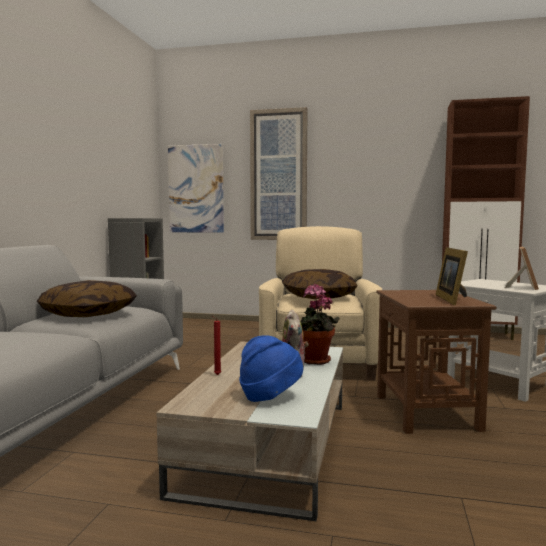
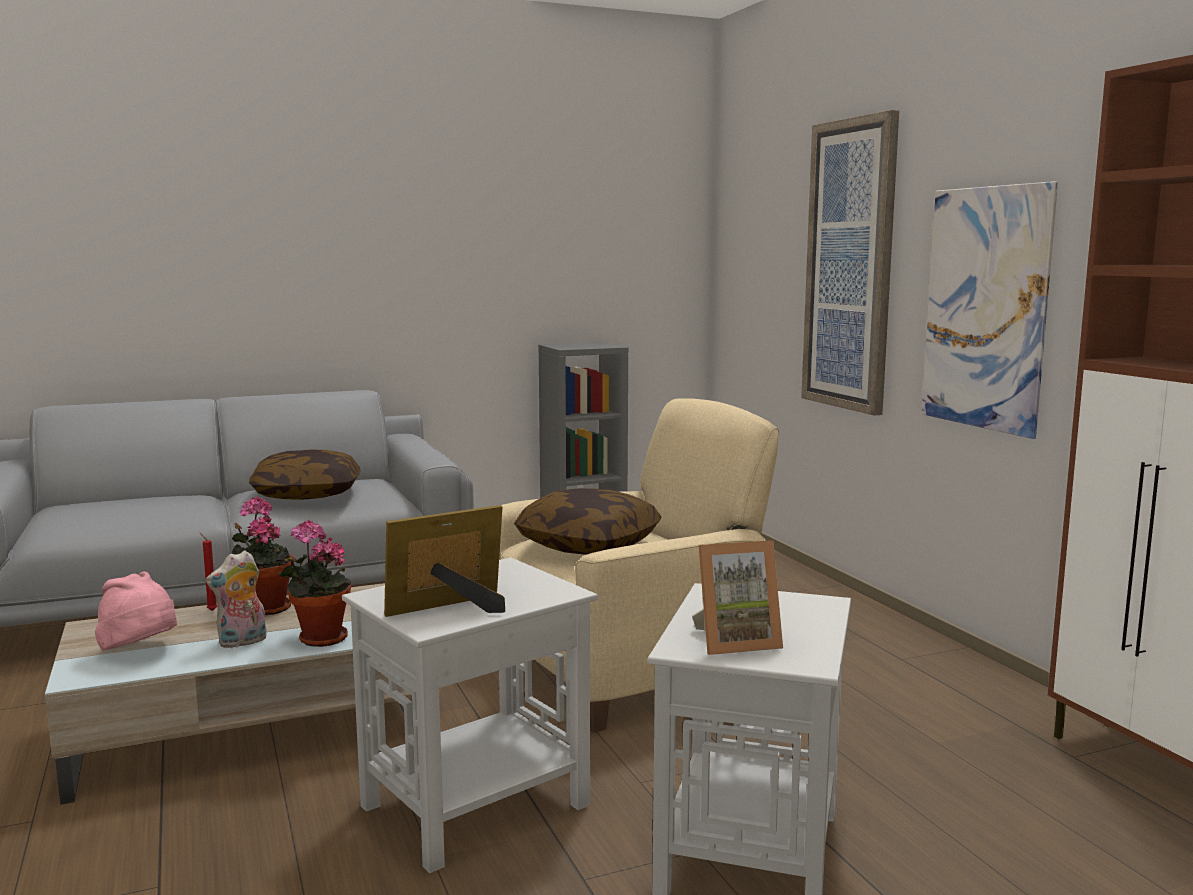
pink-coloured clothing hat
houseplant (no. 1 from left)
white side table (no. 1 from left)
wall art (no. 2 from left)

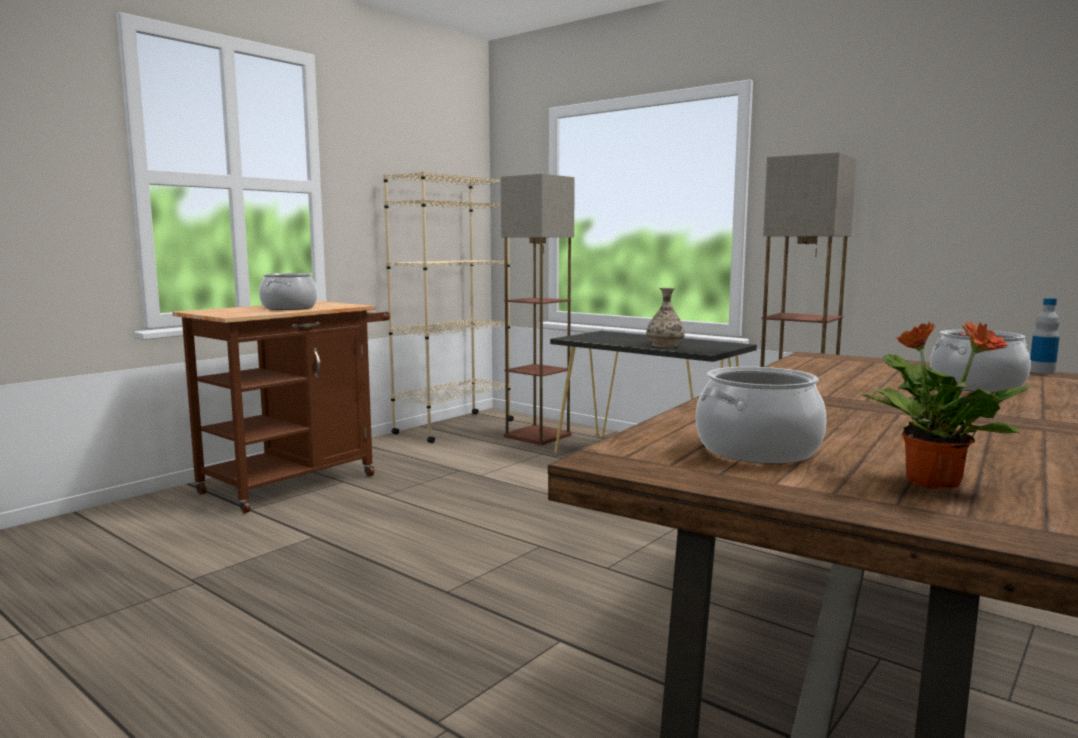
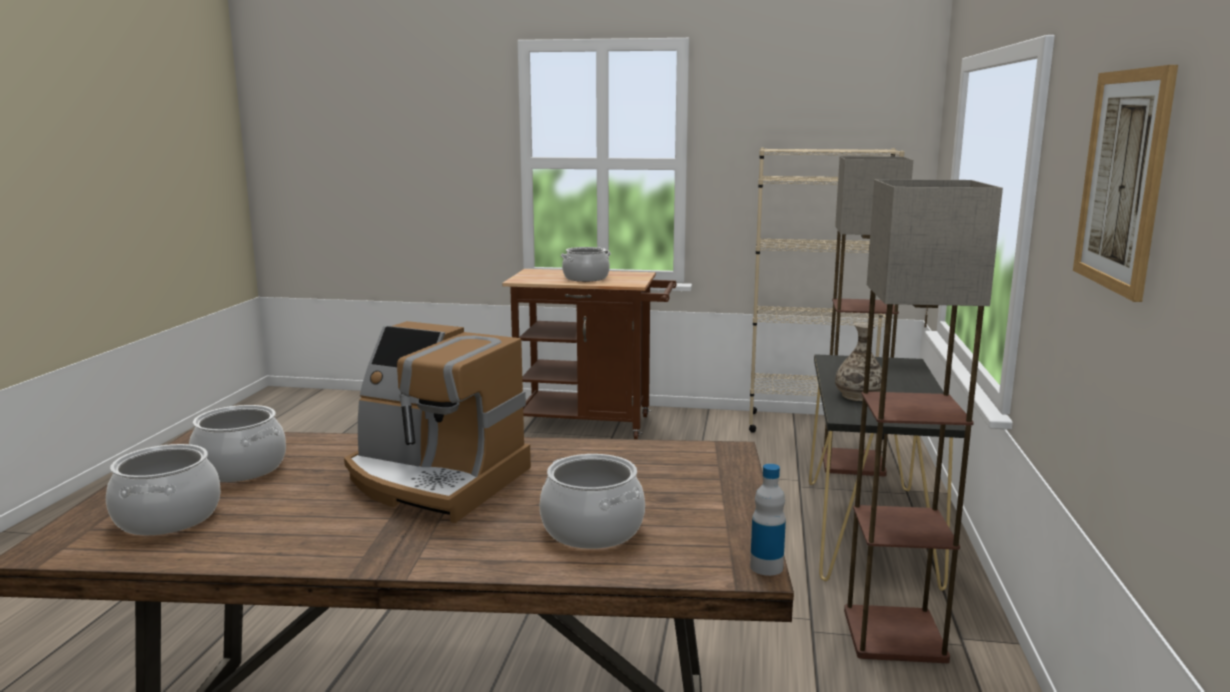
stockpot (no. 1 from left)
coffee machine
wall art

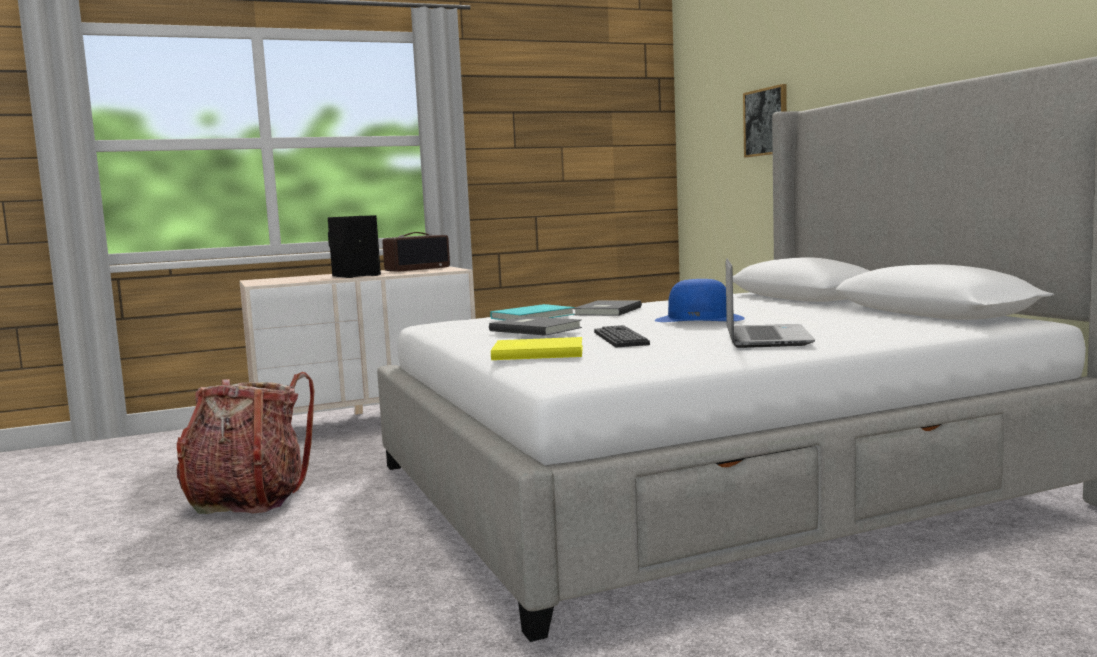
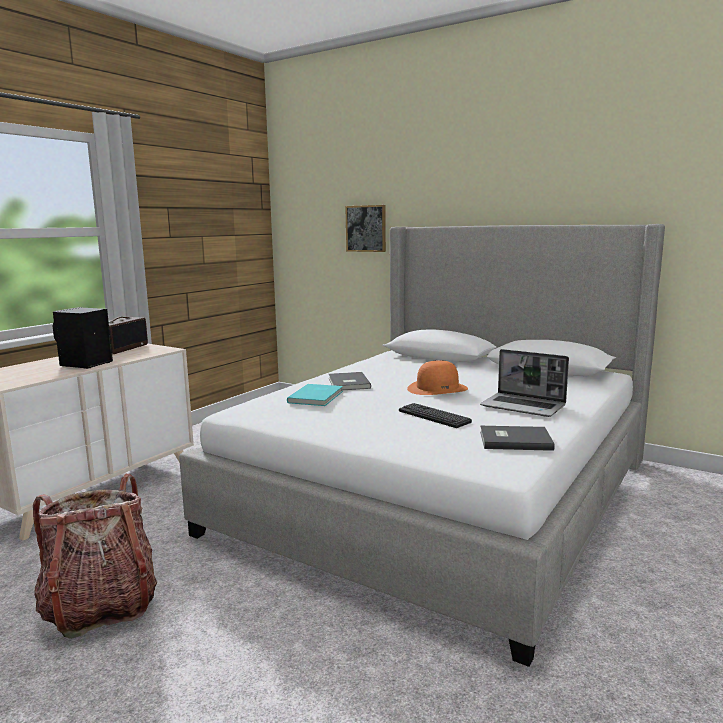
orange clothing hat
portable computer
greyish book (no. 2 from left)
yellow book

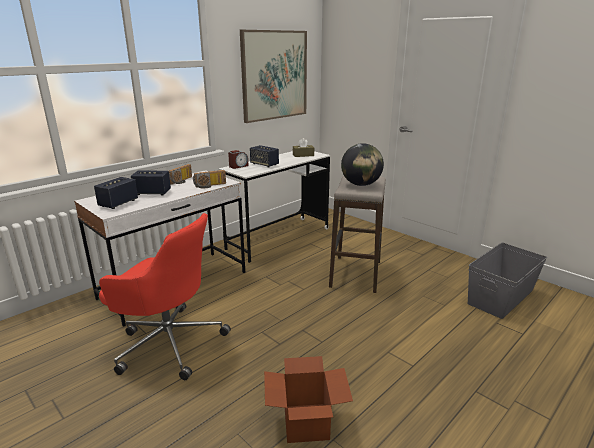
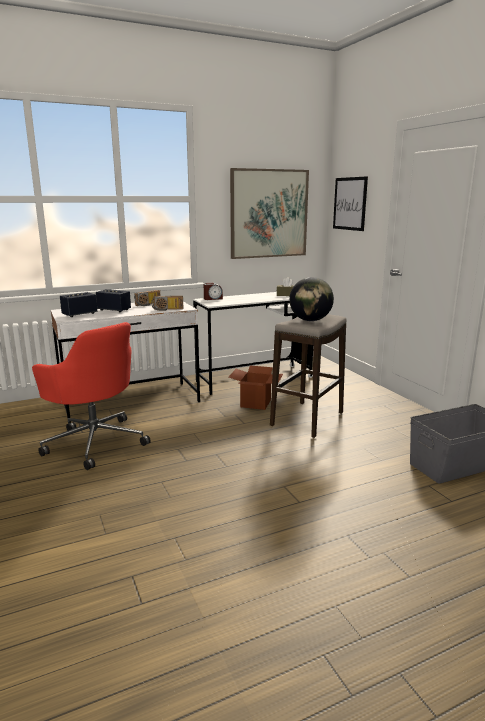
carton
wall art (no. 2 from left)
audio speaker (no. 3 from left in the first image)

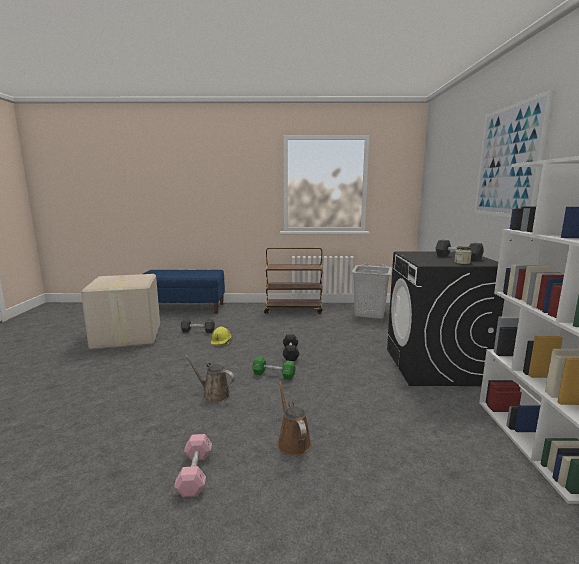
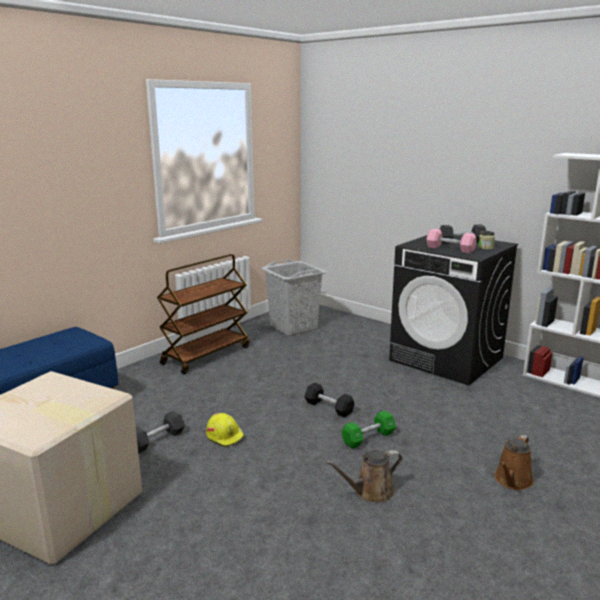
pink-coloured free weight
brown-coloured watering can (no. 2 from left)
wall art

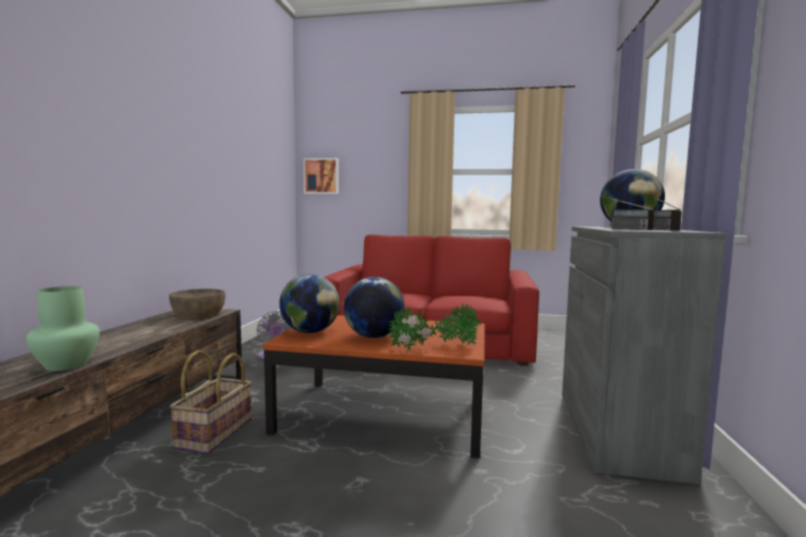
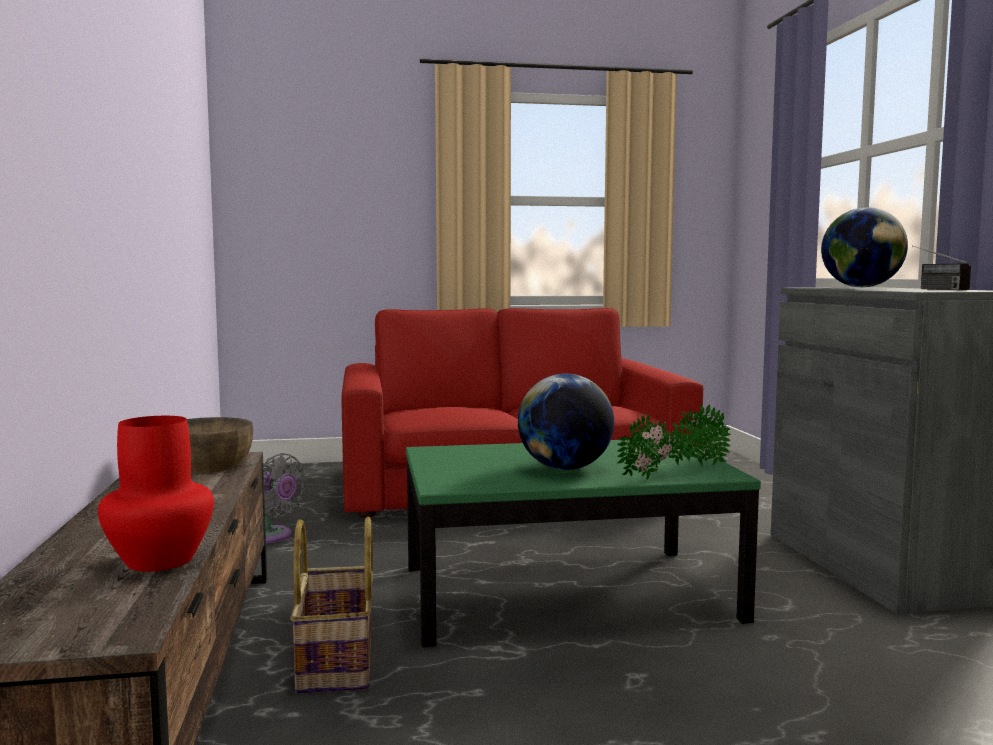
reddish flower vase
green lounge table
globe (no. 1 from left in the first image)
wall art
radio receiver (no. 1 from left in the first image)

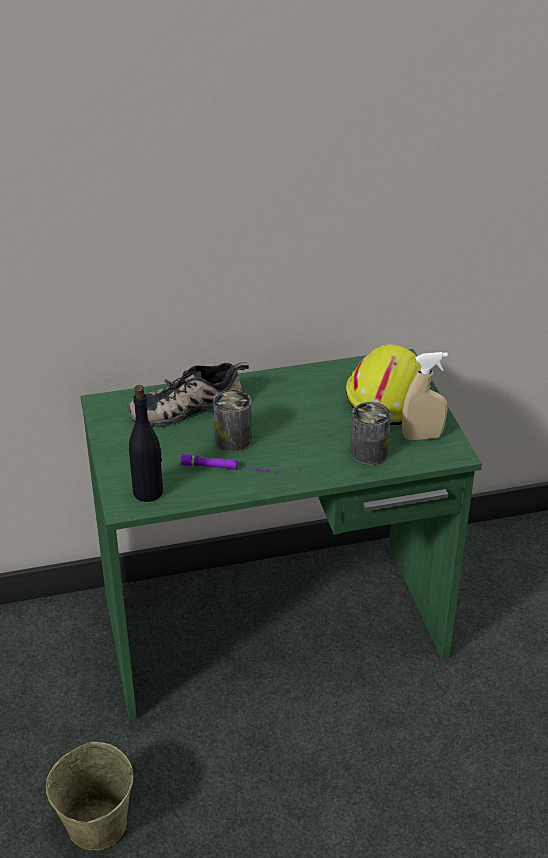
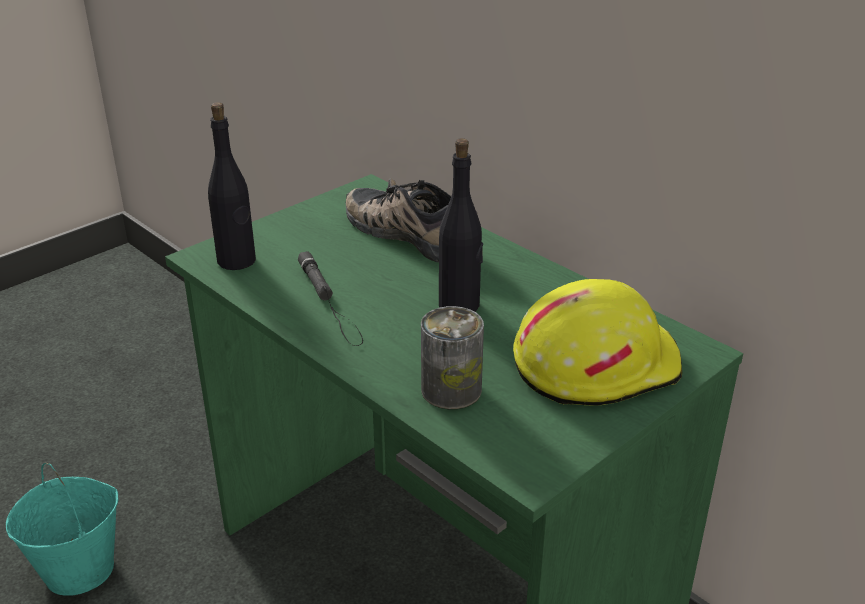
blue-green bucket
black-coloured torch
black-coloured beverage bottle (no. 2 from left)
can (no. 1 from left in the first image)
sand-coloured sprayer

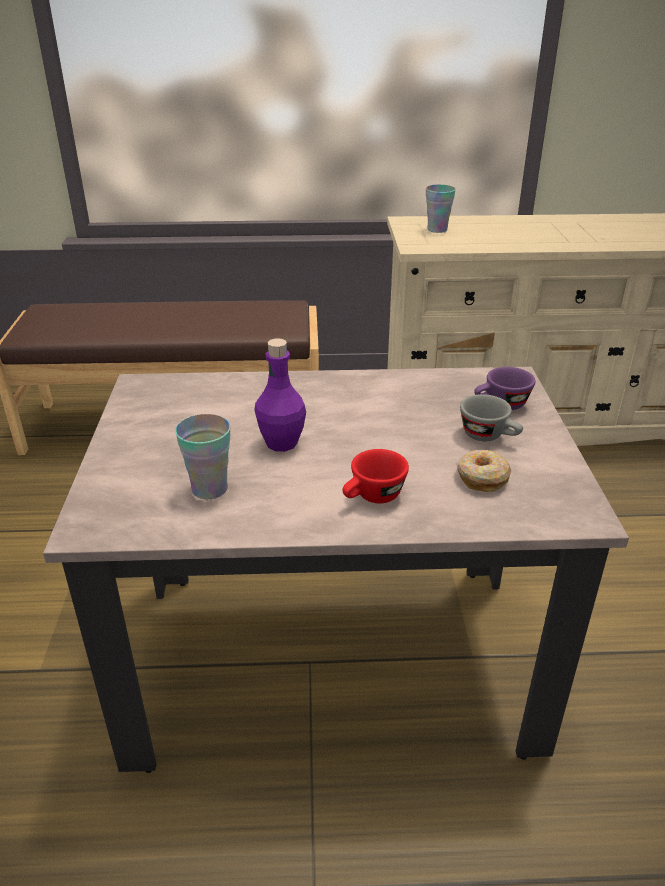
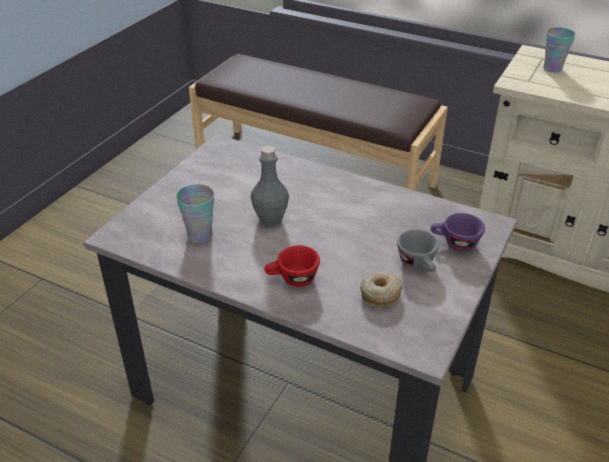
greyish beverage bottle

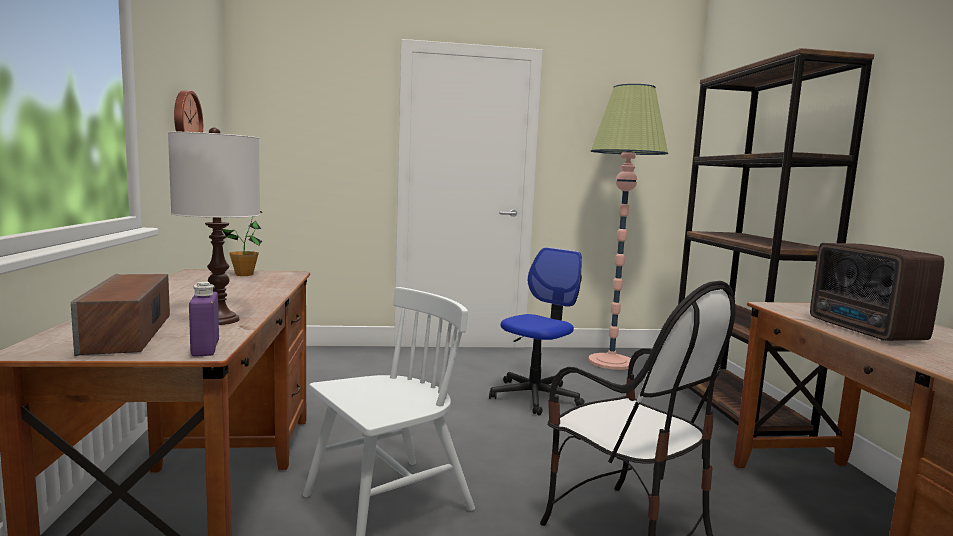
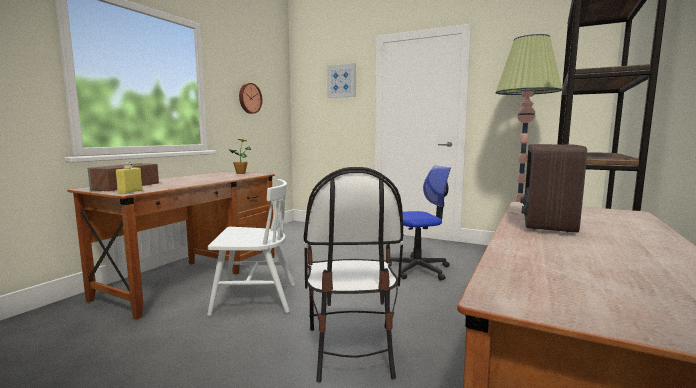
yellow beverage bottle
wall art
white table lamp

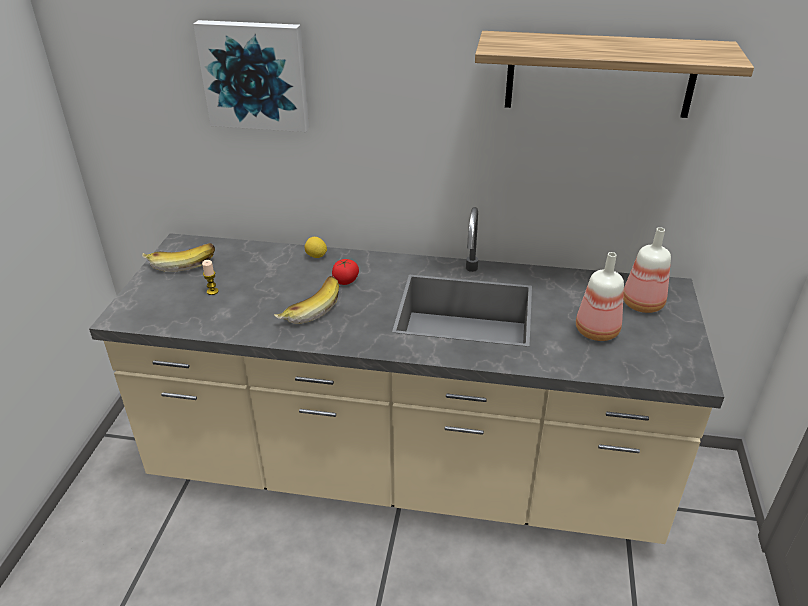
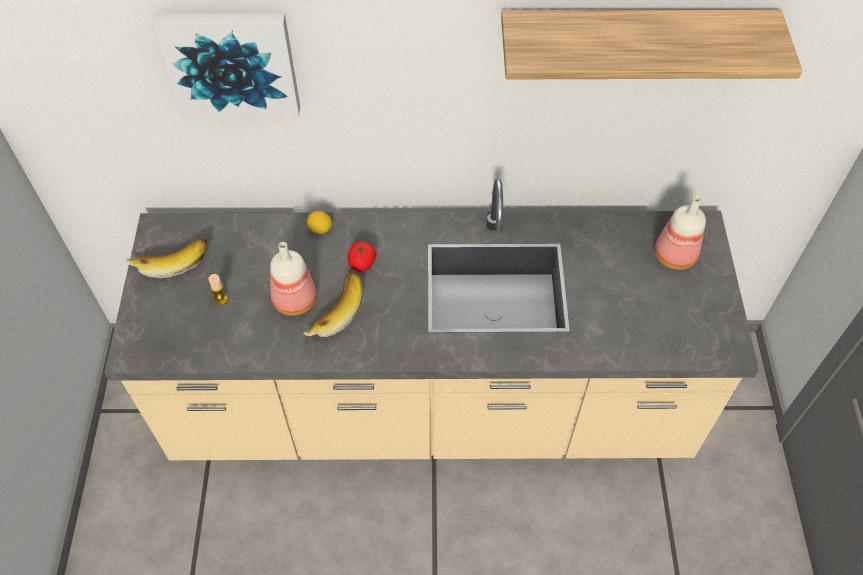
beverage bottle (no. 1 from left)

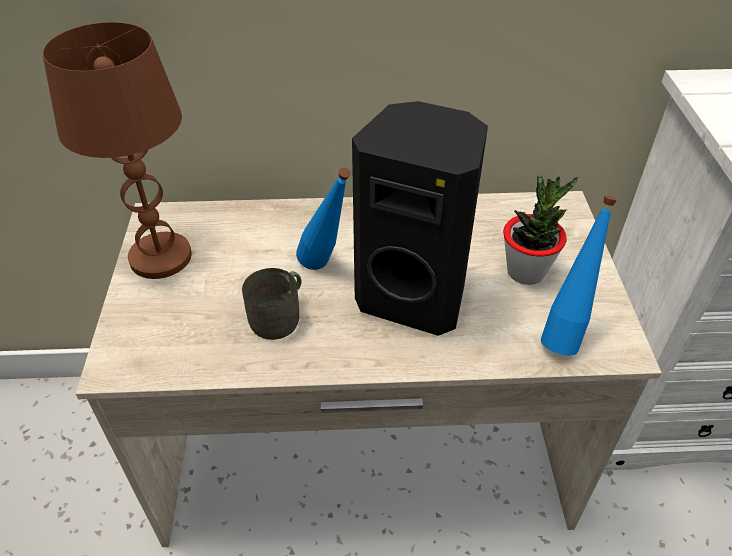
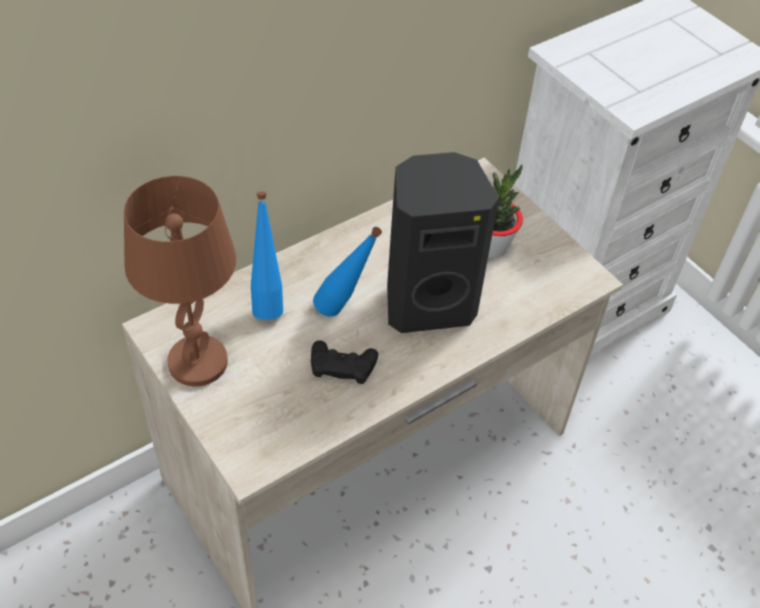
blue-coloured beverage bottle (no. 1 from left)
black-coloured game controller

